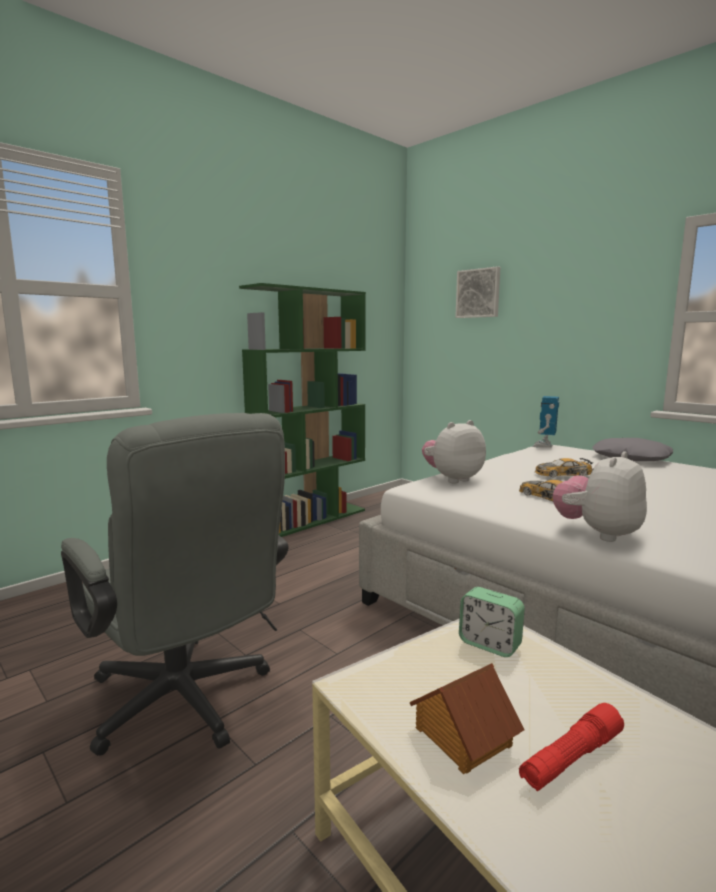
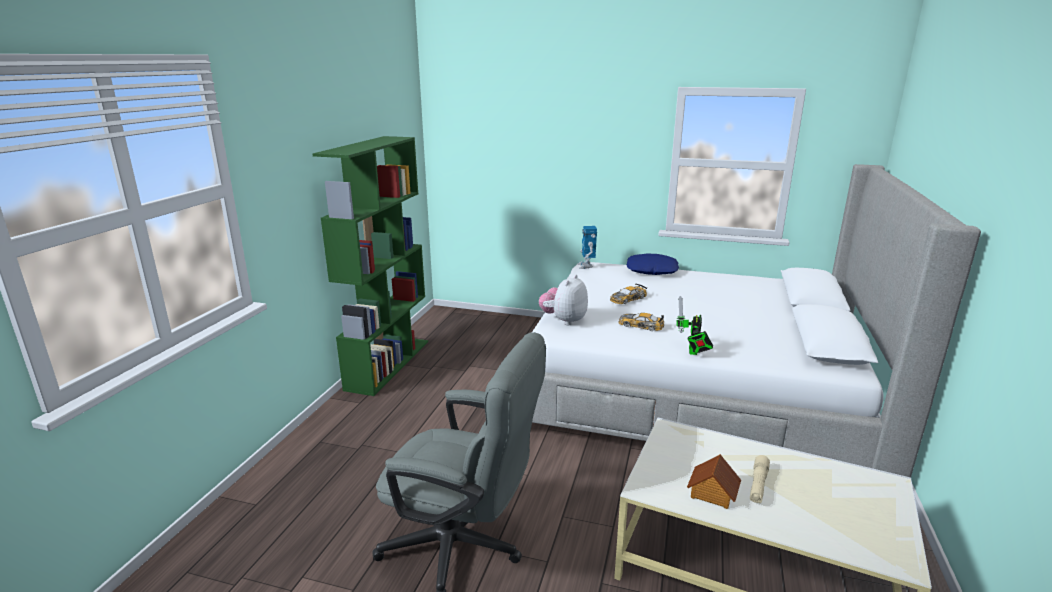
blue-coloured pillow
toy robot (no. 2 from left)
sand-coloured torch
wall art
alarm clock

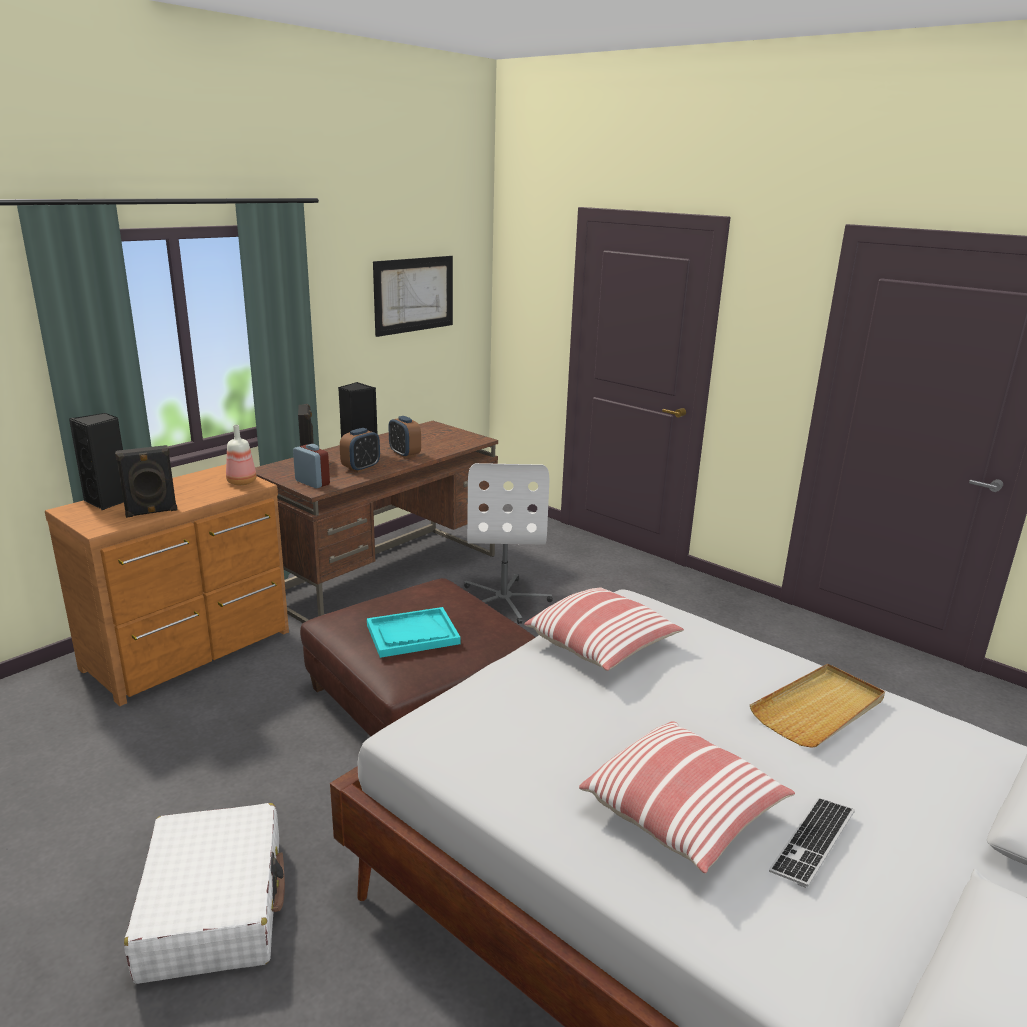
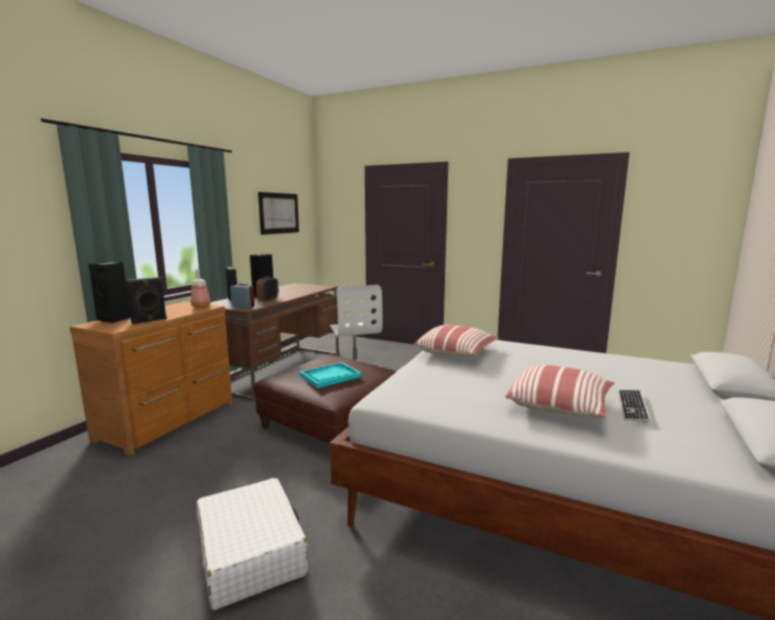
alarm clock (no. 3 from left in the first image)
sand-coloured carrying tray

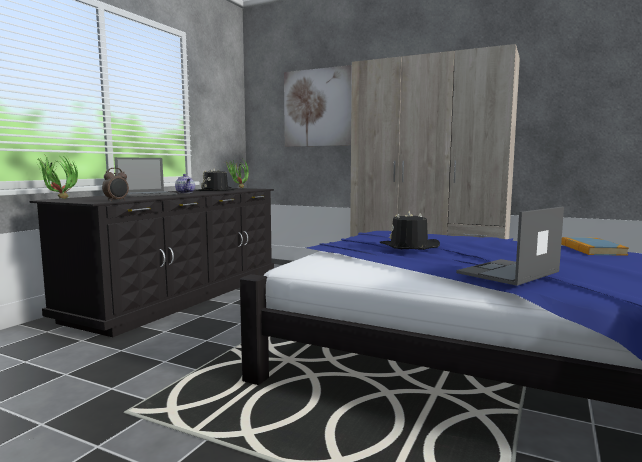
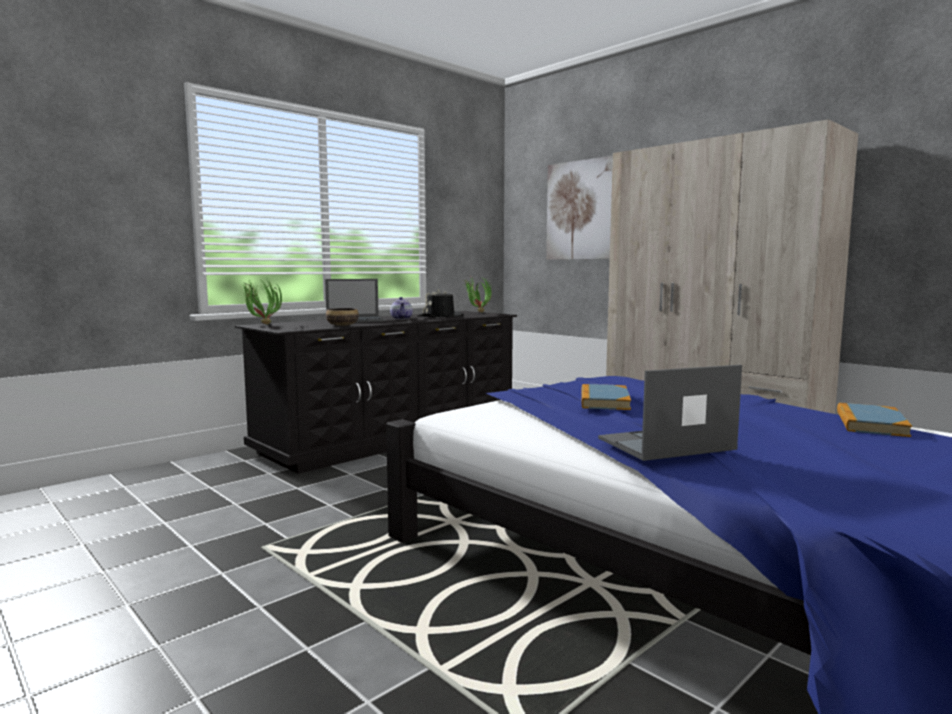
bowl
book (no. 1 from left)
alarm clock

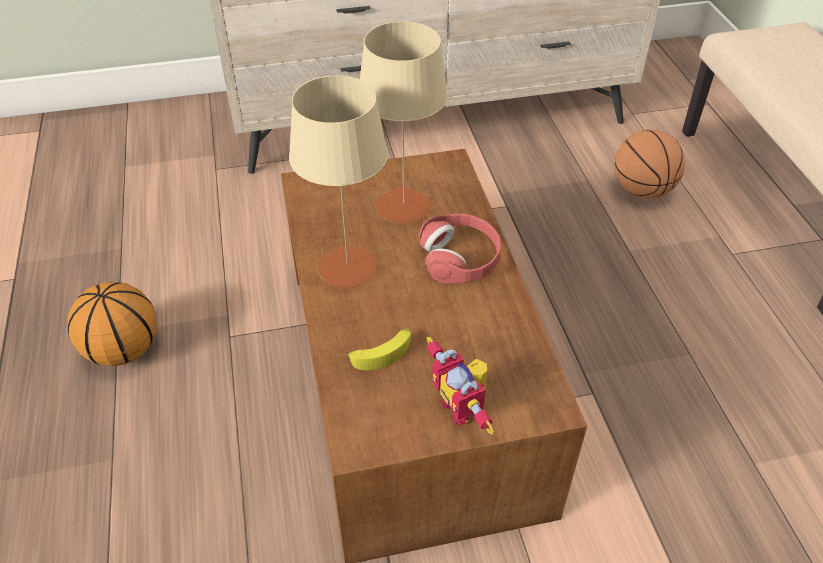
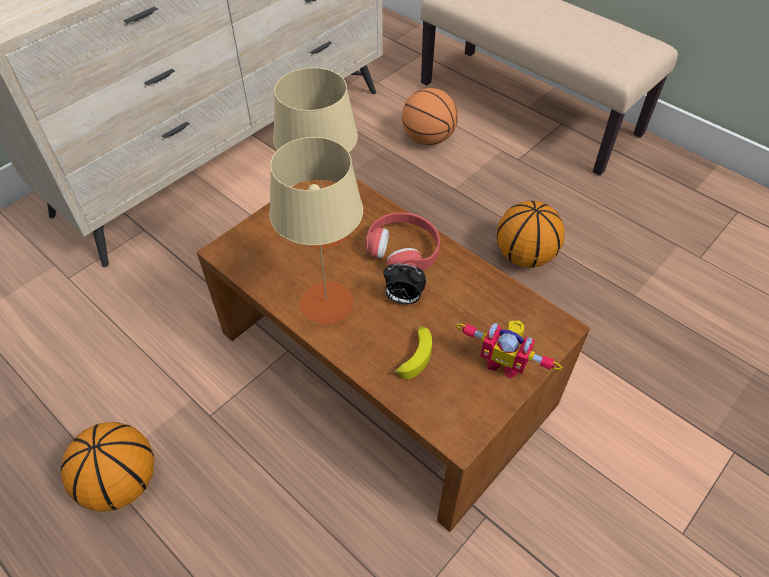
alarm clock
basketball ball (no. 3 from left)

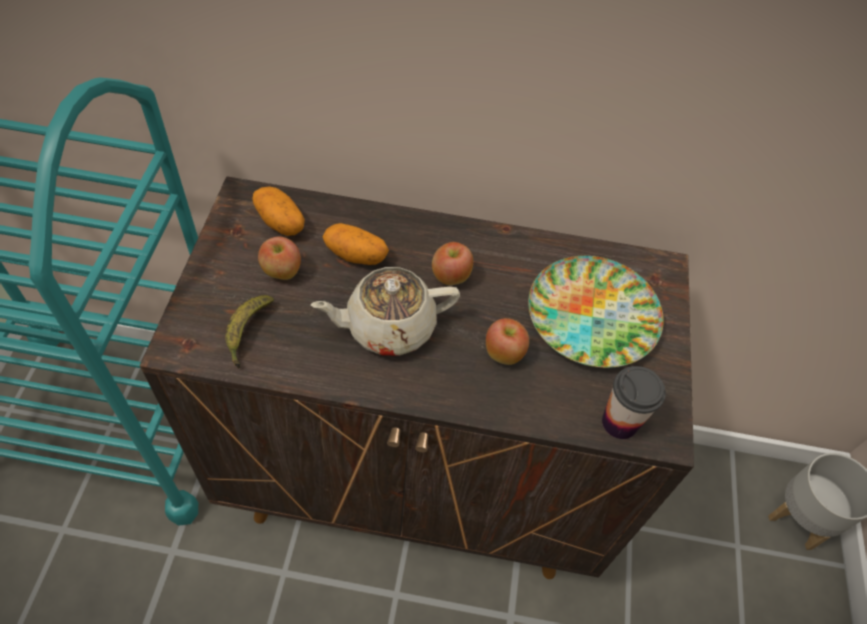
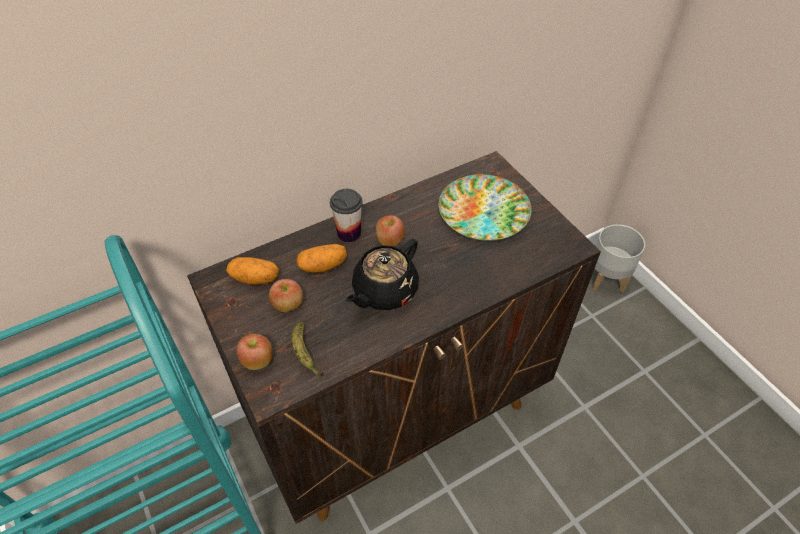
whole apple (no. 1 from left)
drinking cup
black-coloured pot for tea

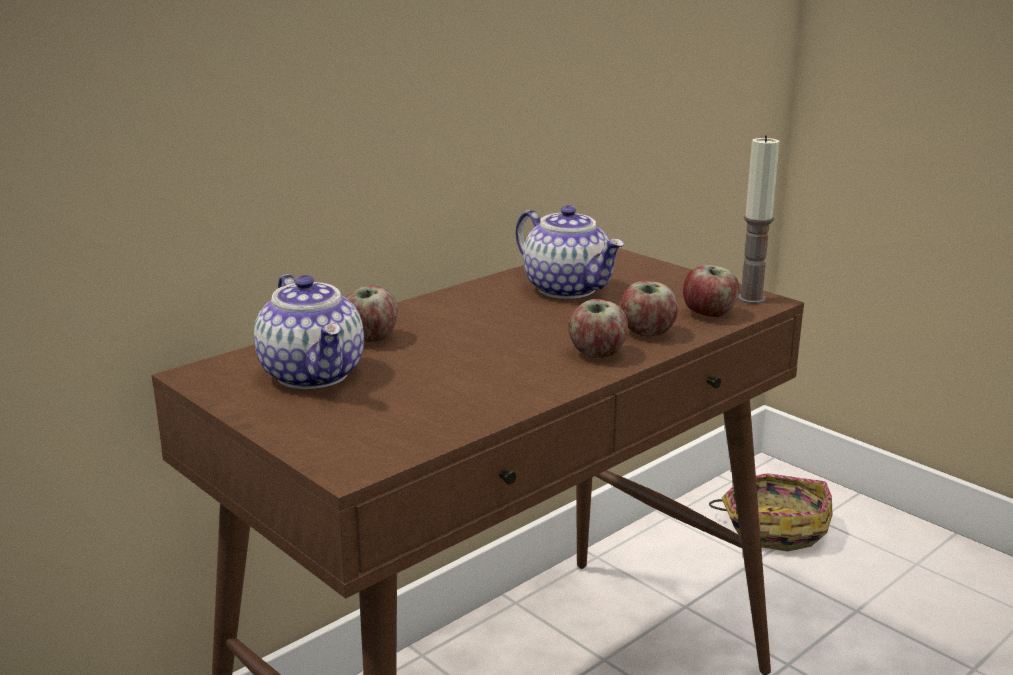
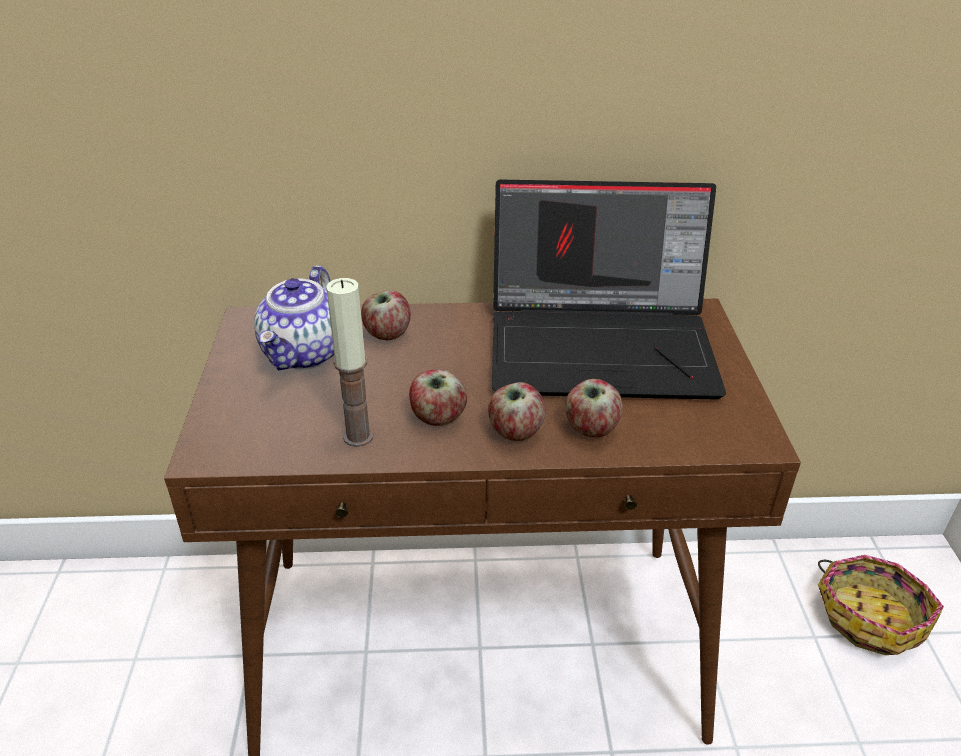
candle
whole apple (no. 2 from left)
portable computer

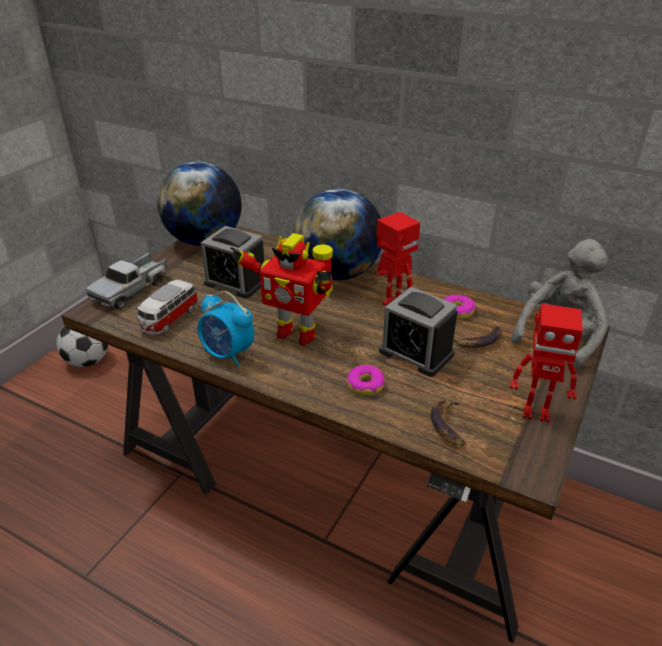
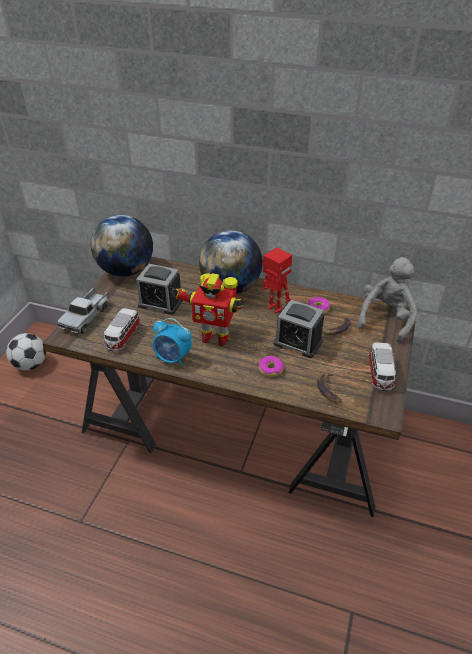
miniature car (no. 2 from left)

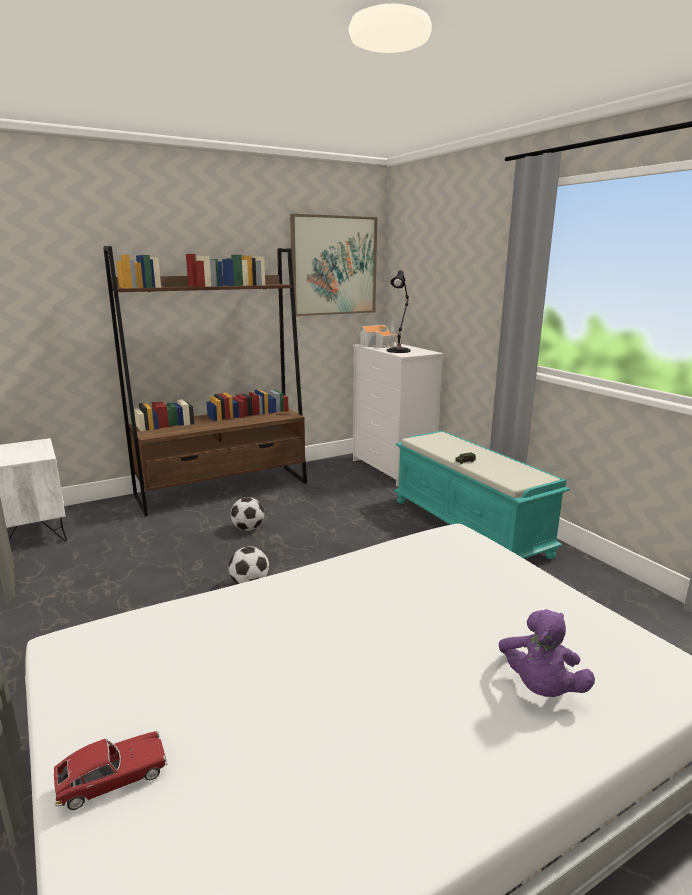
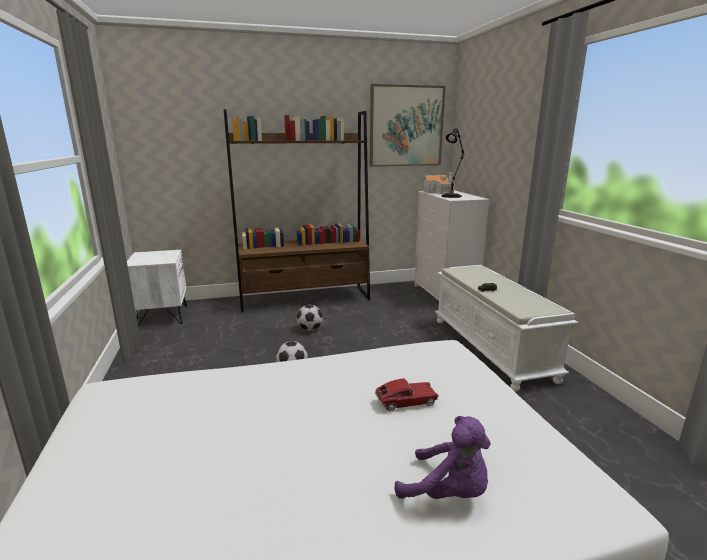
miniature car (no. 1 from left)
purple-coloured soft toy
white indoor bench

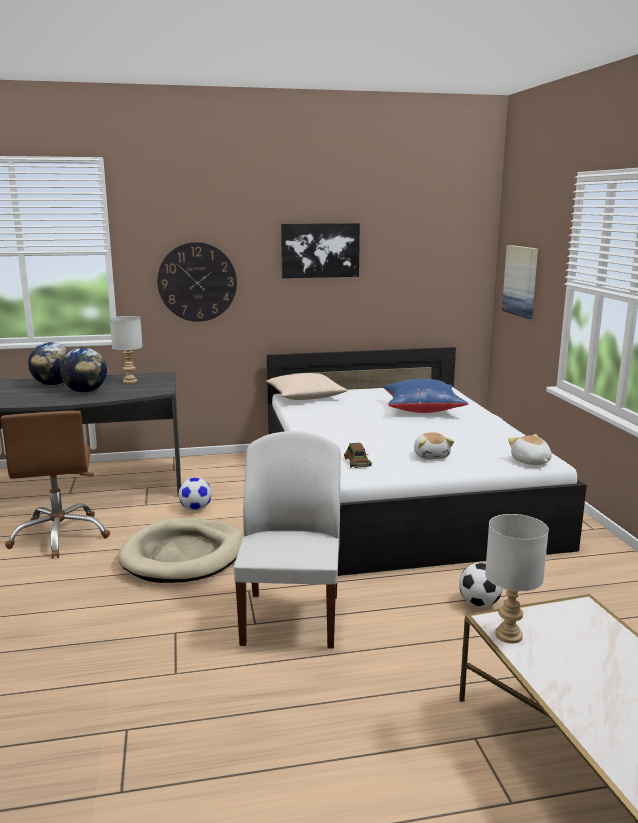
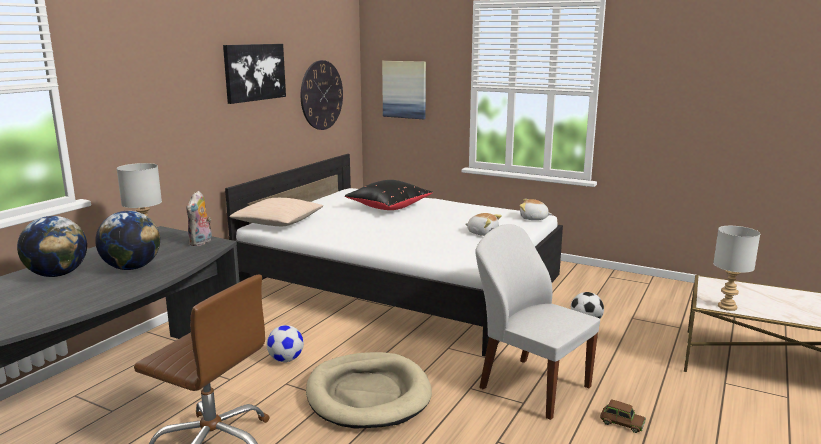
soft toy (no. 1 from left)
wall clock
black-coloured pillow
brown-coloured miniature car

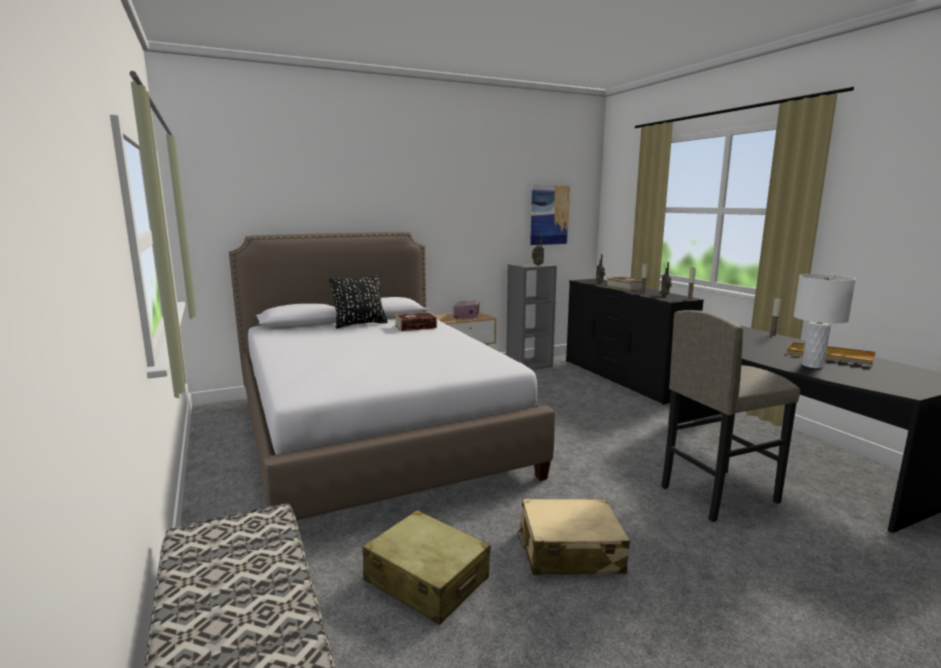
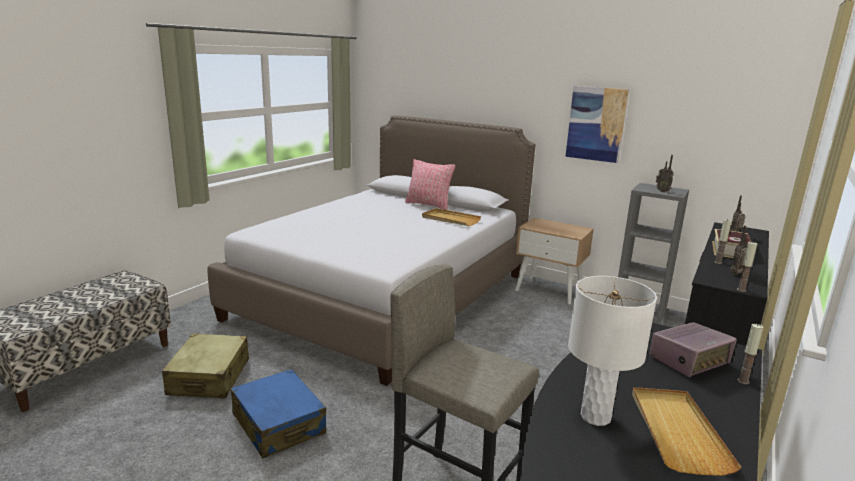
blue-coloured travel case
pink-coloured pillow
sand-coloured carrying tray (no. 1 from left)
wall art
radio receiver (no. 2 from left)

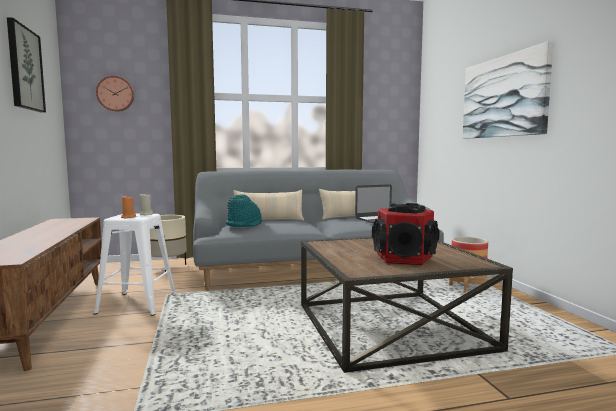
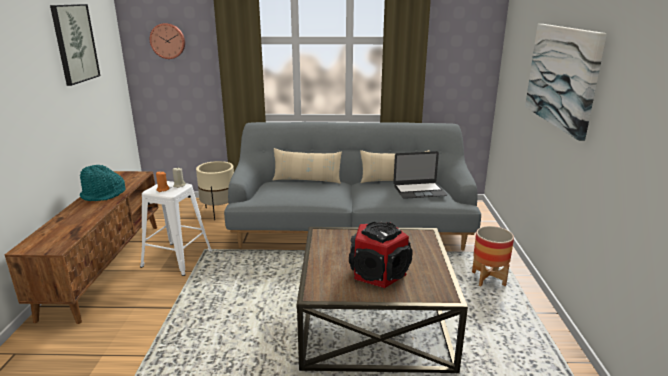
blue-green clothing hat

